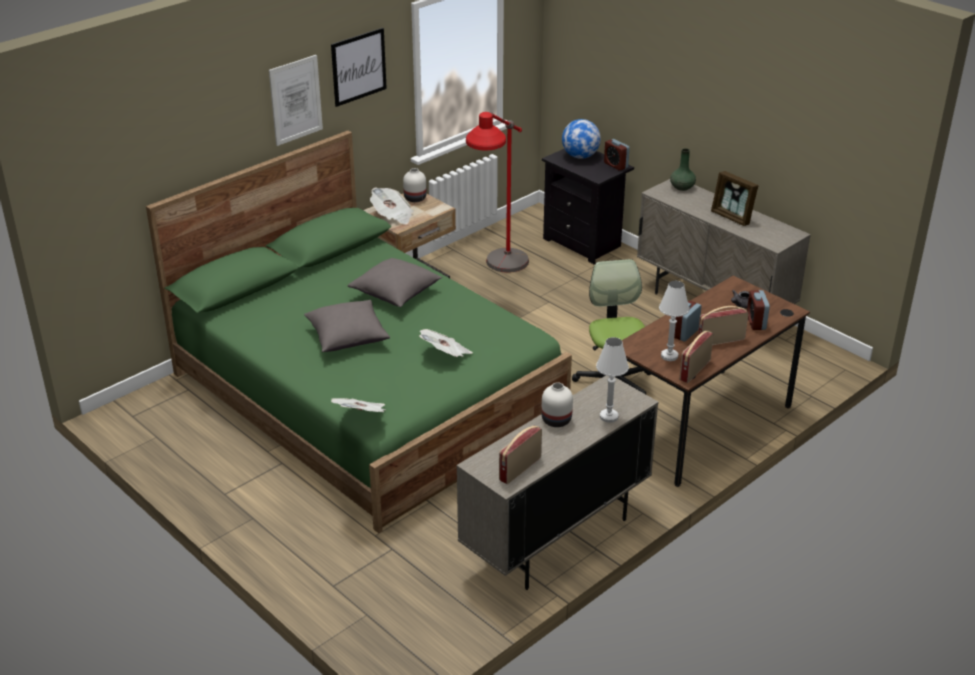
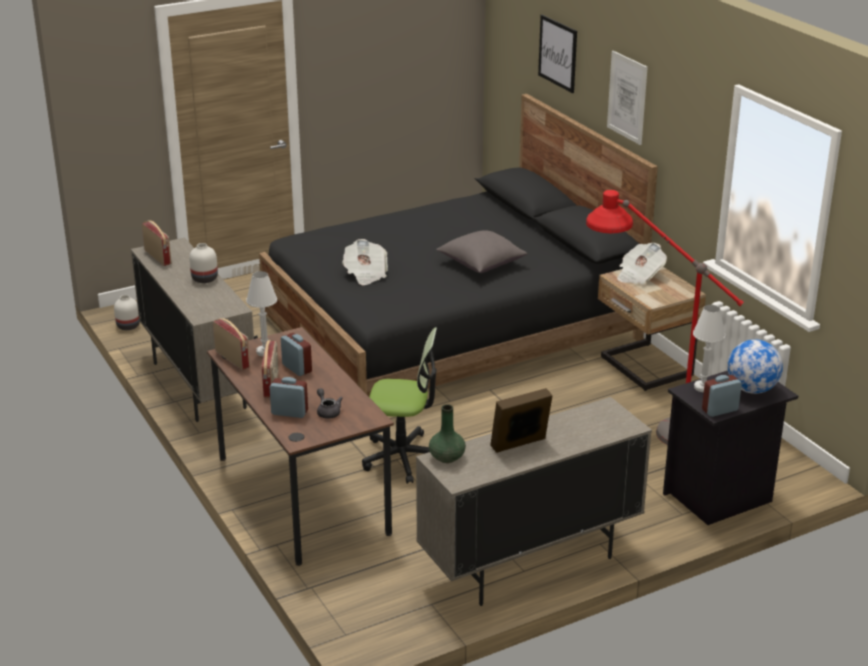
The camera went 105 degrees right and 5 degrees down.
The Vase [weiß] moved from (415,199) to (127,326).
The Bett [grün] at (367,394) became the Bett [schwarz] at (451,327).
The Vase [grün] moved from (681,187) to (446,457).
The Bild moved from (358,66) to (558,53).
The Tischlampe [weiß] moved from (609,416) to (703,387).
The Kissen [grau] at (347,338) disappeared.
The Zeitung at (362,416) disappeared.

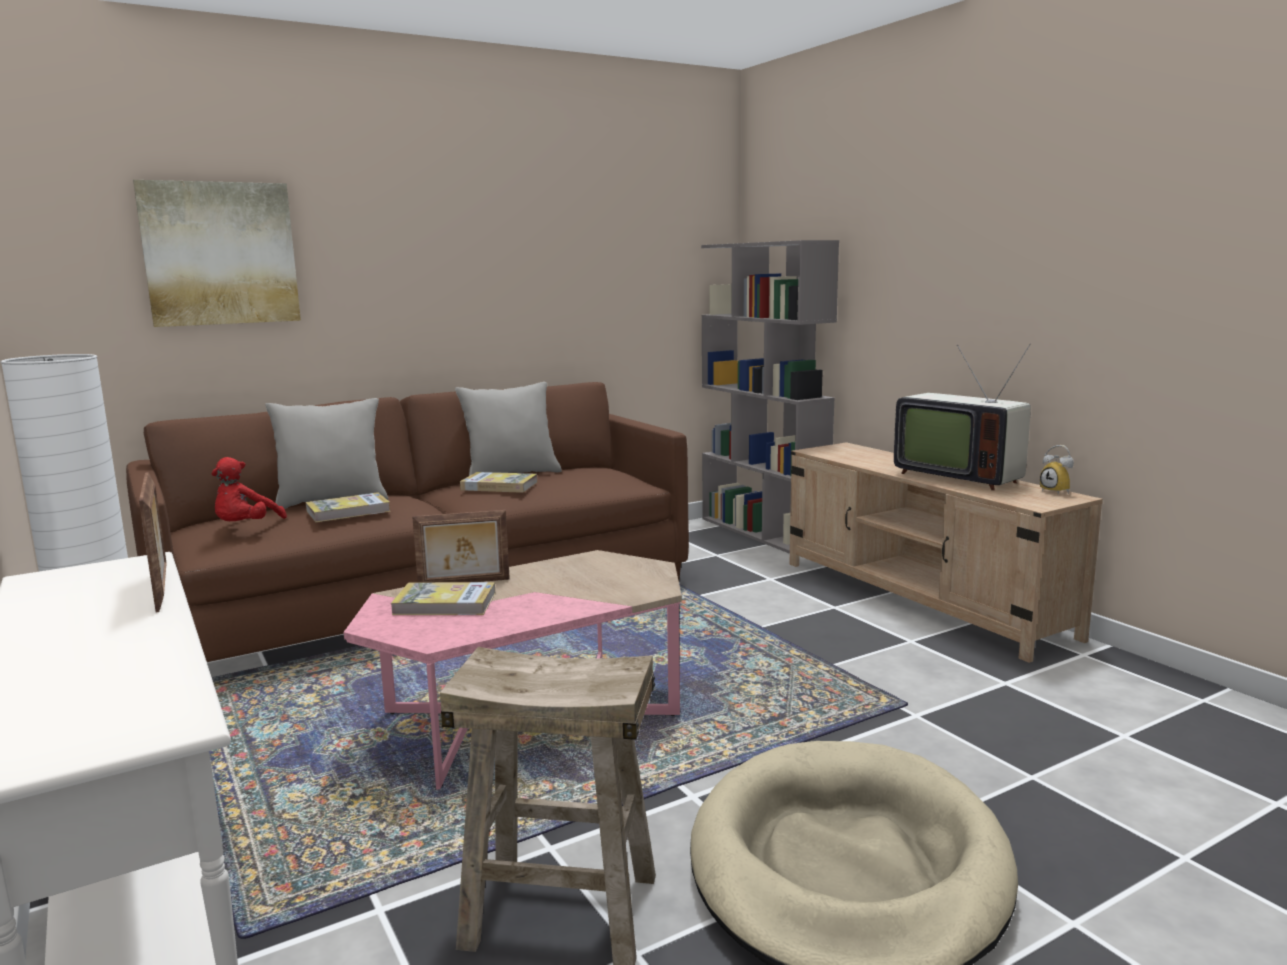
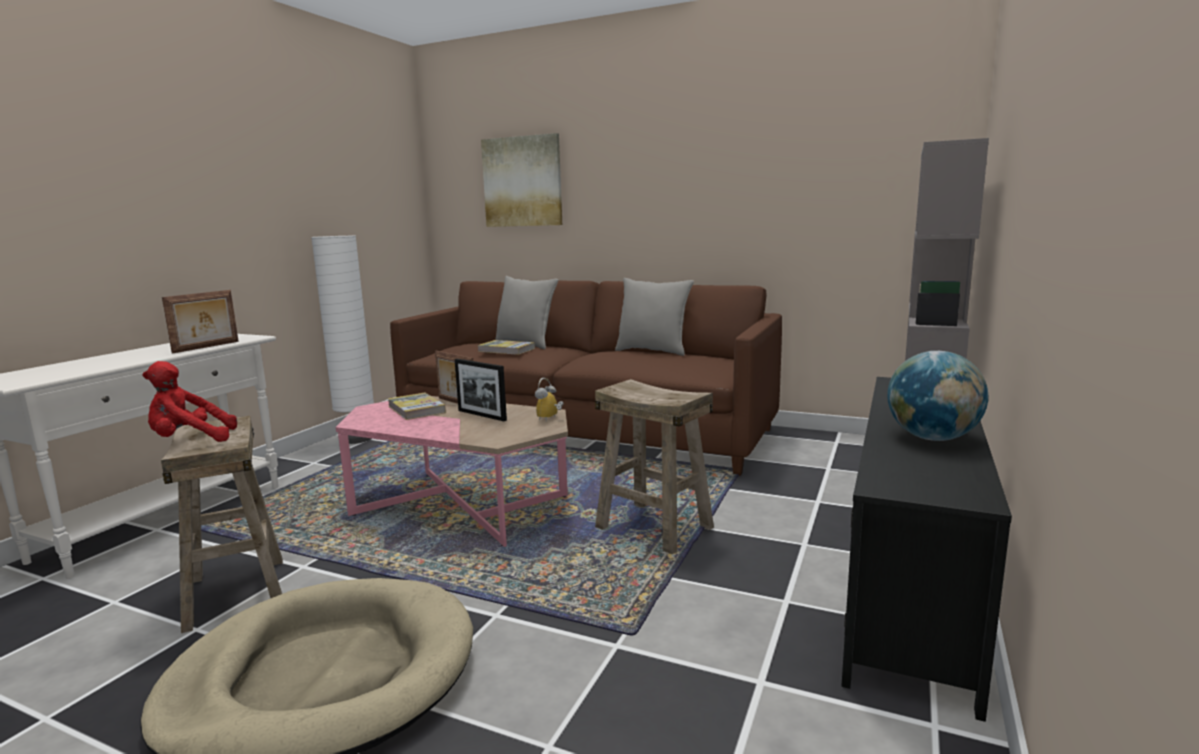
The camera went 55 degrees right and 0 degrees up.
The Plüschtier [rot] moved from (246,527) to (189,441).
The Bilderrahmen at (482,415) appeared.
The Wecker moved from (1058,491) to (550,419).
The Hocker [beige] at (655,527) appeared.
The Fernsehschrank [beige] at (921,599) became the Fernsehschrank [schwarz] at (910,579).
The Fernseher at (958,476) was replaced by the Globus at (932,438).
The Buch at (499,486) disappeared.

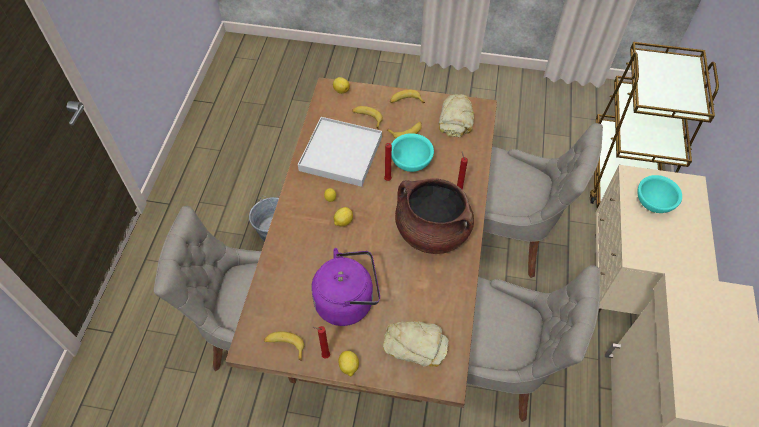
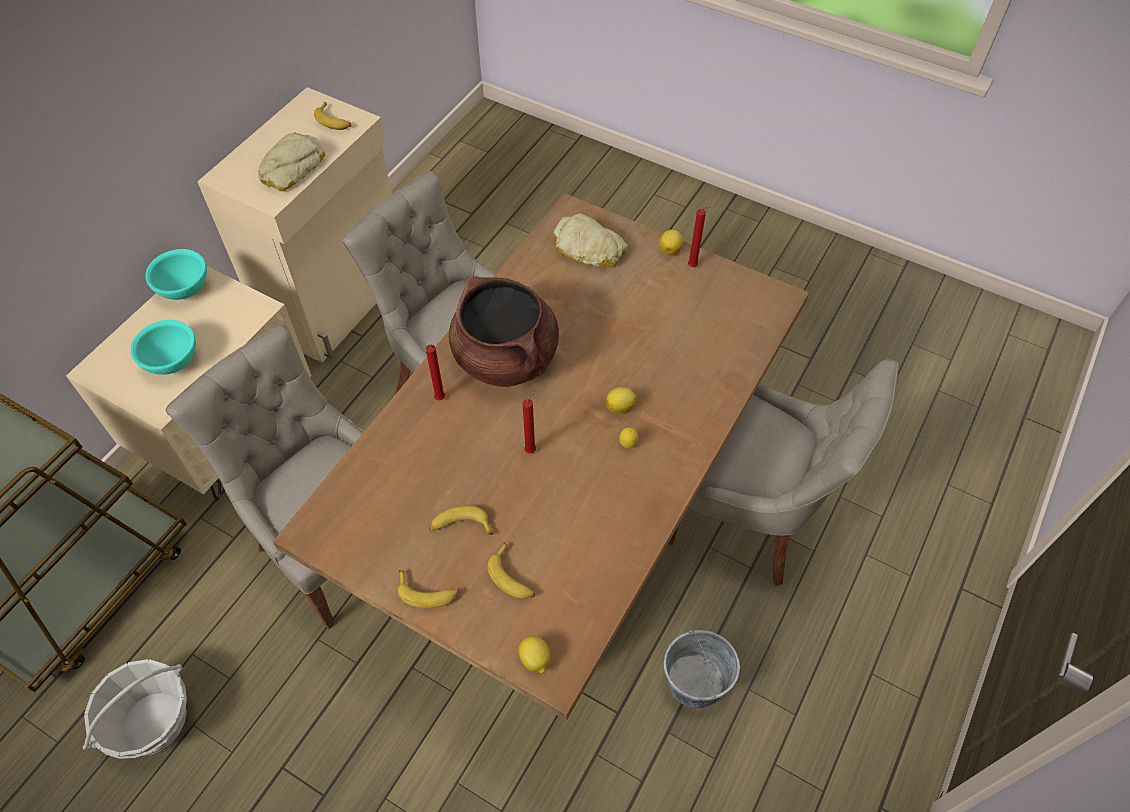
The camera went 160 degrees left and 0 degrees up.
The Korb at (154,722) appeared.
The Schüssel [türkis] moved from (411,163) to (184,288).
The Brot moved from (456,119) to (291,168).
The Banane moved from (285,346) to (334,121).
The Tablett [weiß] at (341,153) disappeared.
The Wasserkessel [lila] at (348,301) disappeared.

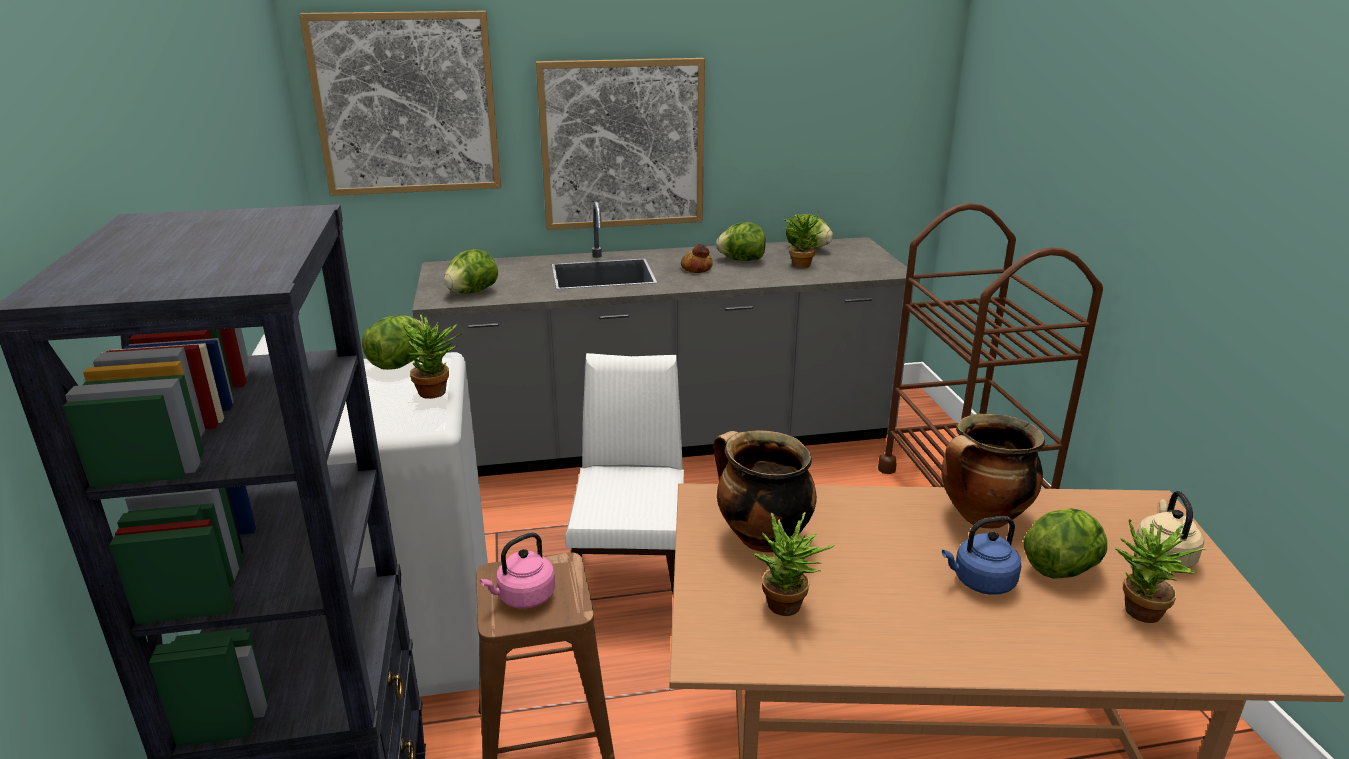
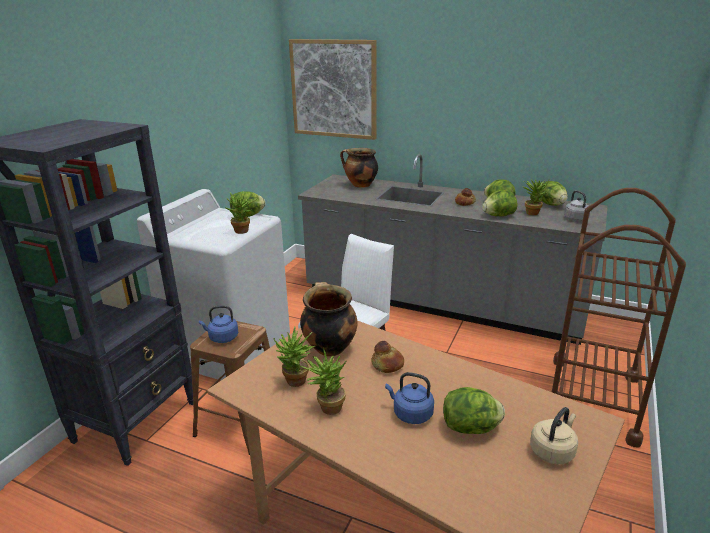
The camera went 35 degrees right and 0 degrees up.
The Wasserkessel [rosa] at (523,597) became the Wasserkessel [blau] at (222,338).
The Topfpflanze moved from (1138,614) to (327,408).
The Kochtopf moved from (982,518) to (360,185).
The Brot at (387,365) appeared.
The Salatkopf moved from (472,292) to (498,216).
The Wasserkessel [grau] at (577,219) appeared.
The Bild at (622,144) disappeared.

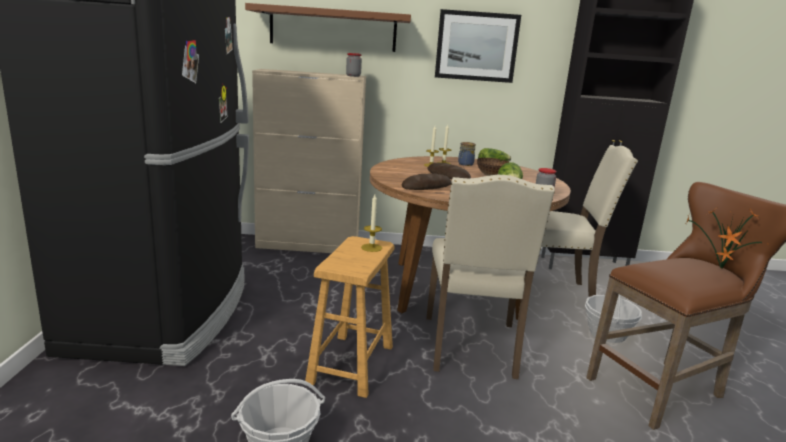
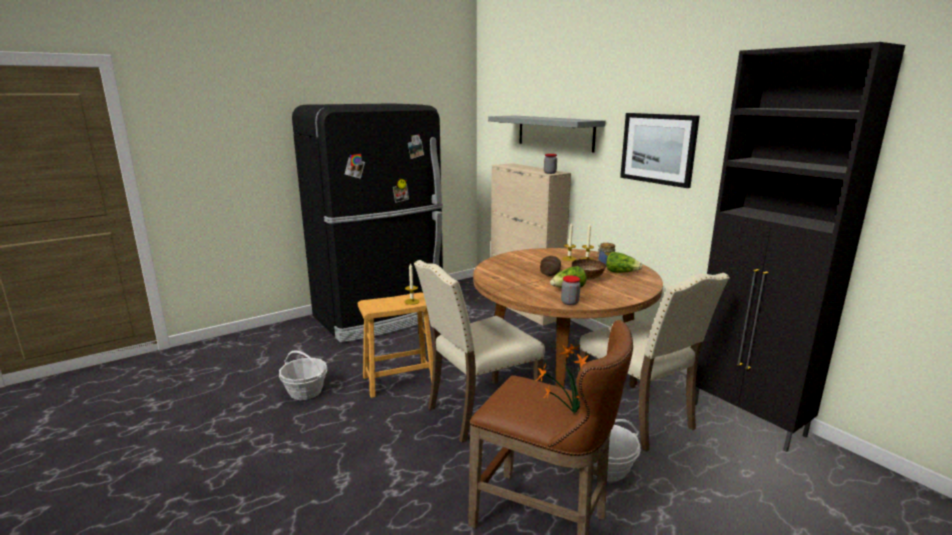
The camera went 55 degrees right and 0 degrees up.
The Wandregal [braun] at (333,29) became the Wandregal [grau] at (555,132).
The Brot at (426,187) disappeared.

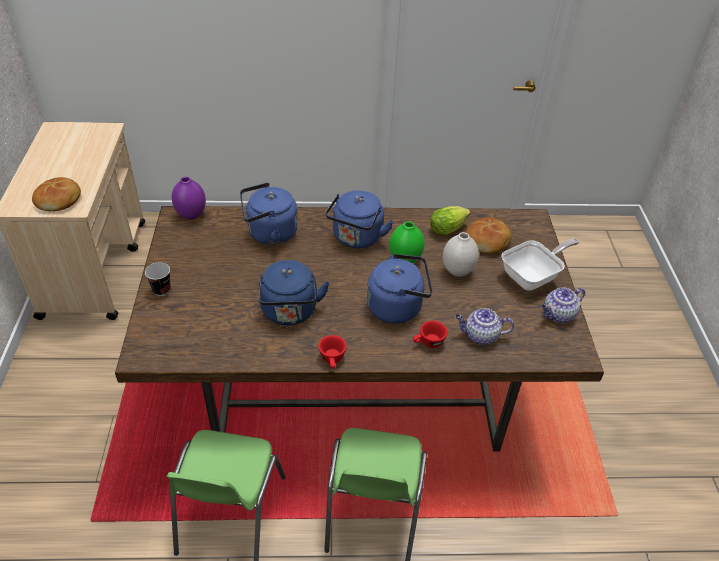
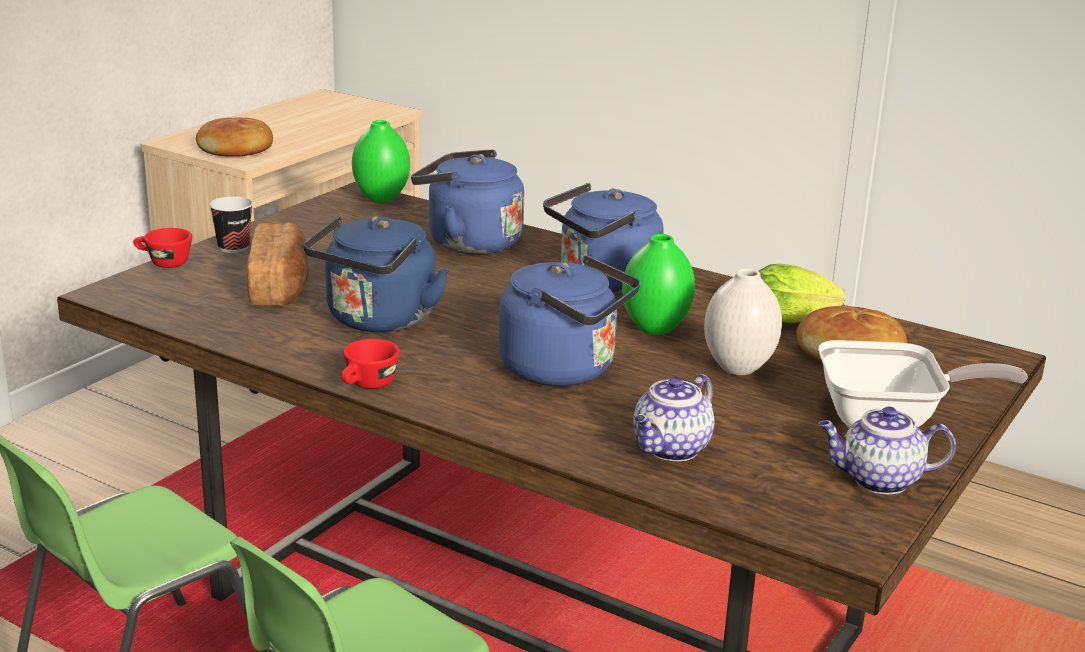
The camera went 35 degrees right and 20 degrees down.
The Tasse [rot] moved from (428,343) to (163,263).
The Brot at (280,286) appeared.
The Vase [lila] at (191,215) became the Vase [grün] at (382,198).
The Teekanne at (480,336) turned 90 degrees counterclockwise.

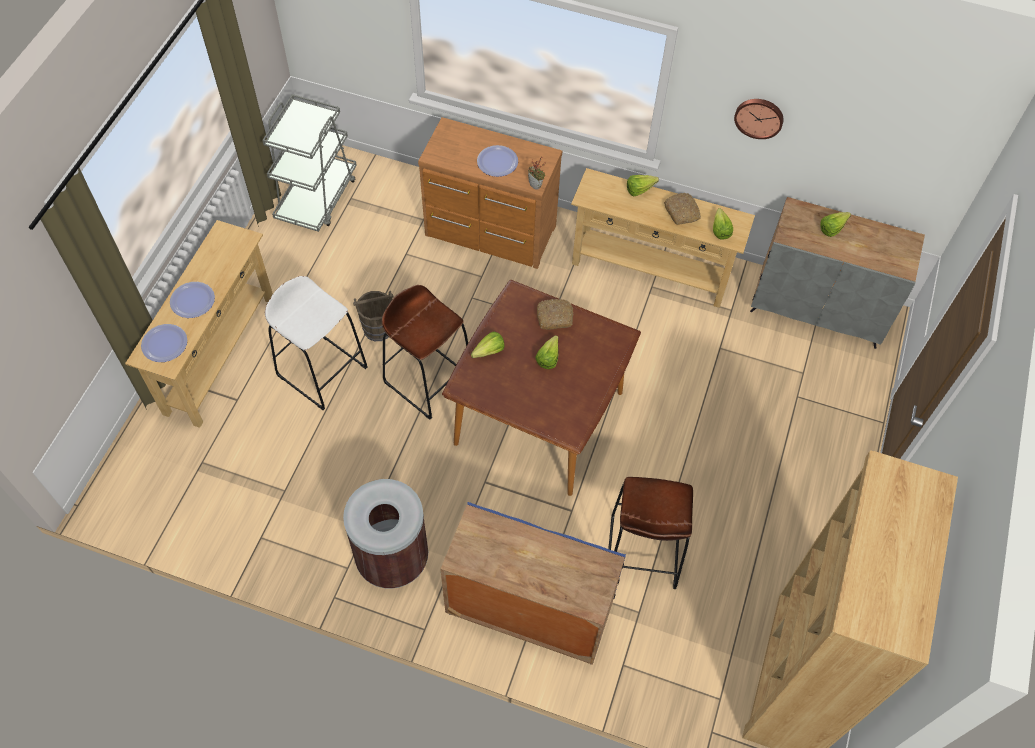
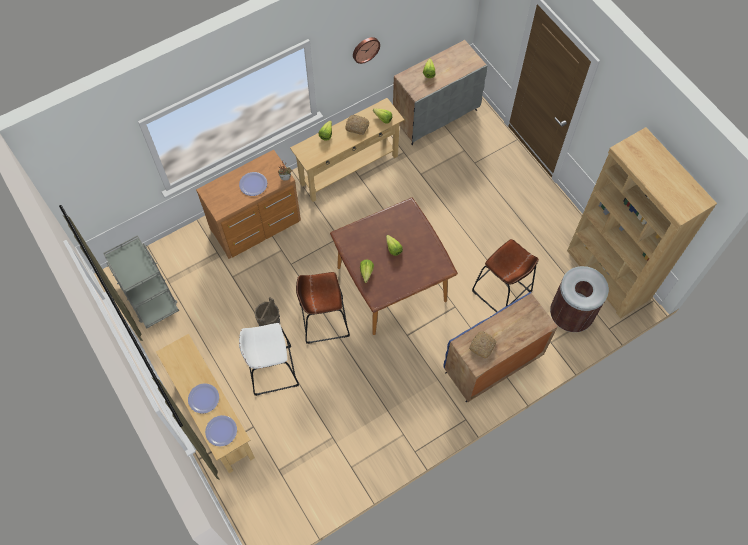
The camera went 50 degrees left and 5 degrees up.
The Brot moved from (555,317) to (482,345).
The Mülleimer [braun] moved from (393,558) to (570,315).

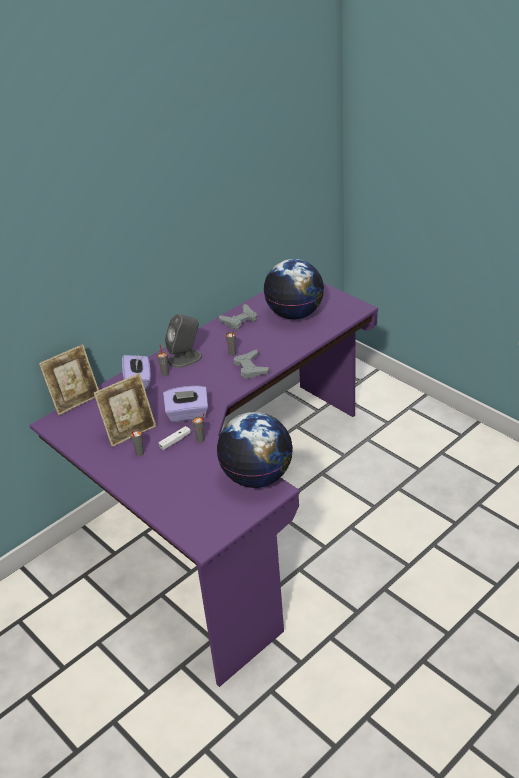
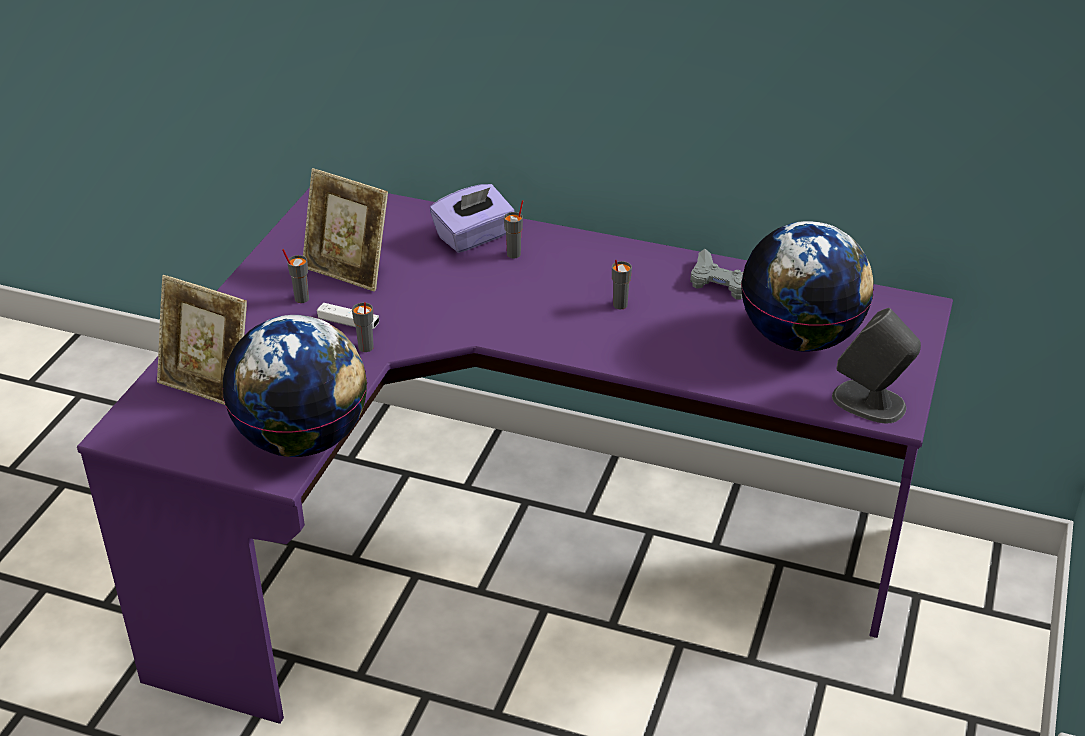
The camera went 60 degrees right and 0 degrees up.
The Bilderrahmen moved from (75,401) to (208,385).
The Lautsprecher [grau] moved from (185,358) to (870,402).
The Taschentuchbox [lila] at (187,414) disappeared.
The Gamepad [grau] at (250,368) disappeared.

